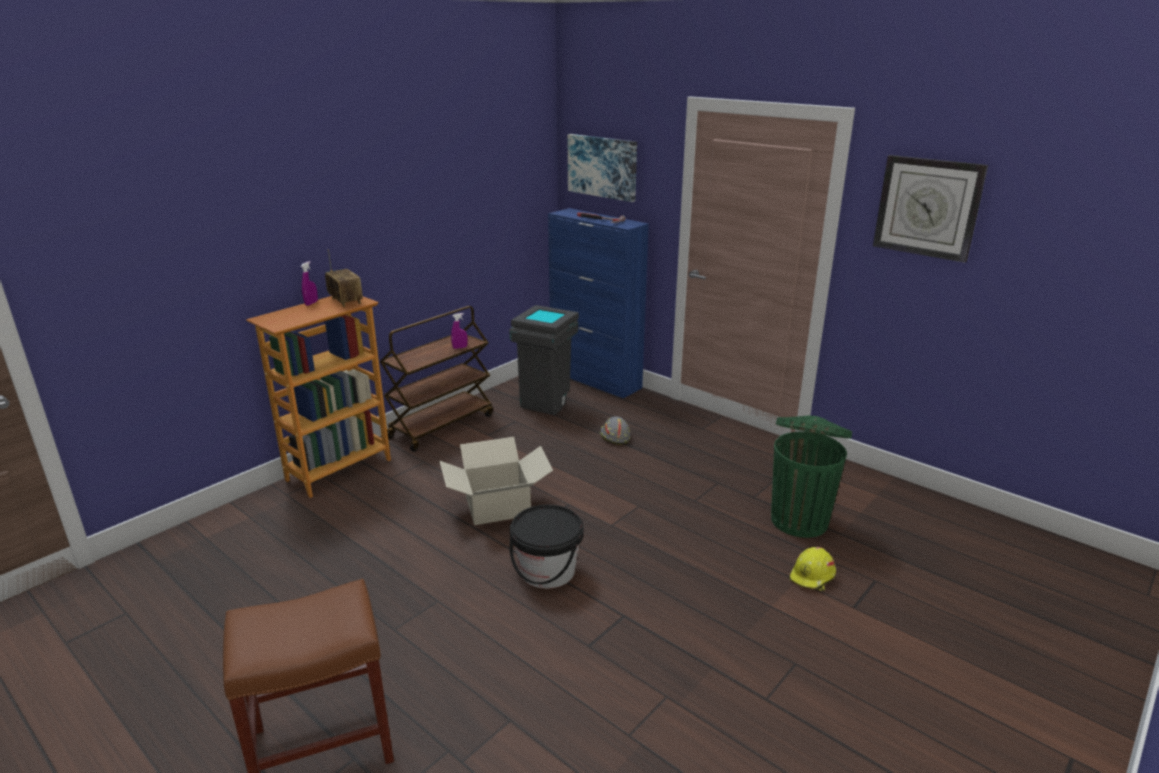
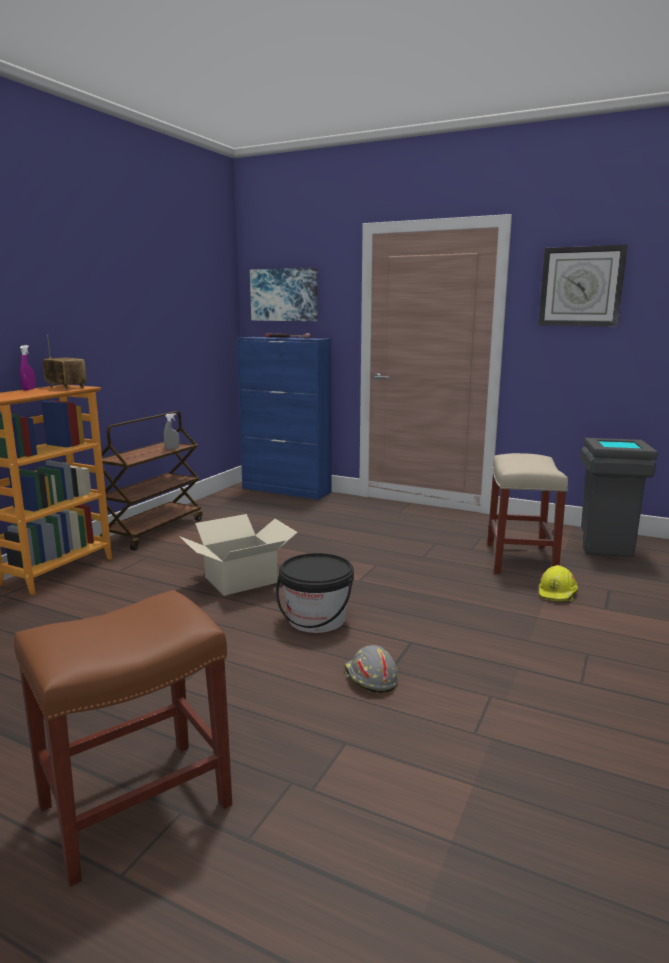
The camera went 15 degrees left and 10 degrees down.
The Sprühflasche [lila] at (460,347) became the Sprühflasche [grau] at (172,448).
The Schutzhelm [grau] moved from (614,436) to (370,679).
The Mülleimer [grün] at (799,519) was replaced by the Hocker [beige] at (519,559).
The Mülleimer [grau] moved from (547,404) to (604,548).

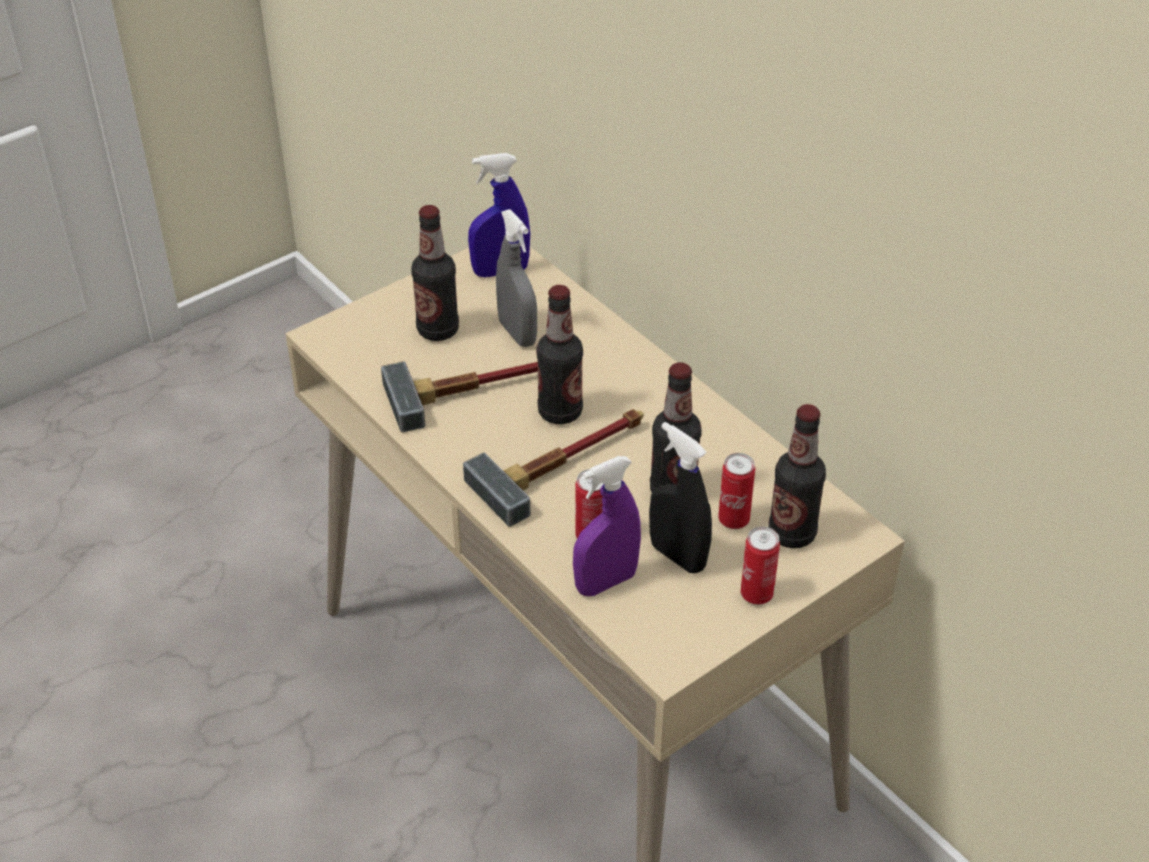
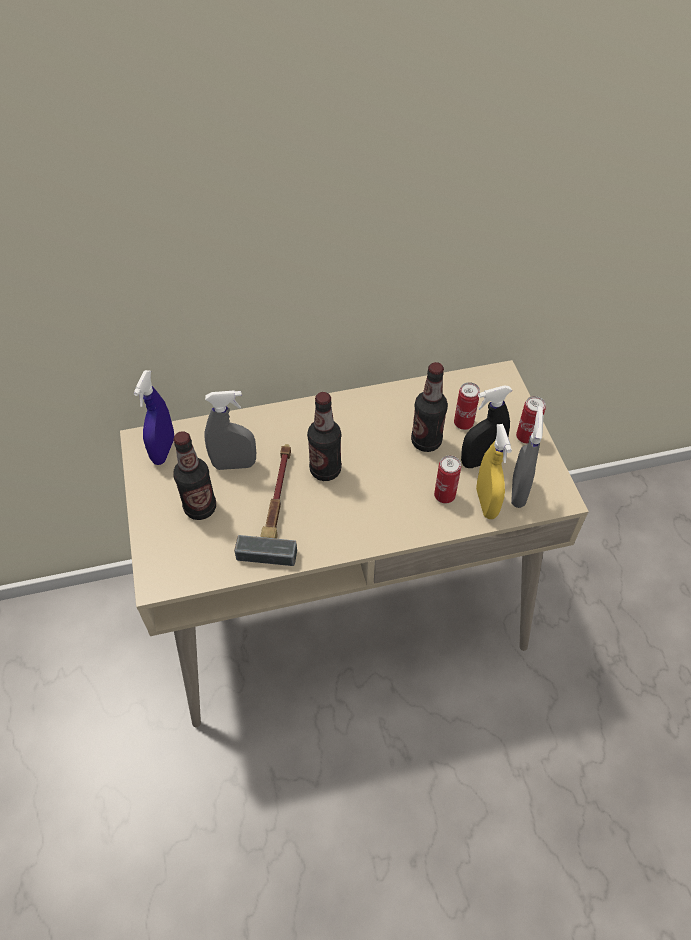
The camera went 65 degrees left and 10 degrees up.
The Sprühflasche [lila] at (606,582) became the Sprühflasche [gelb] at (486,503).
The Sprühflasche [grau] at (518,492) appeared.
The Hammer at (565,462) disappeared.
The Flasche at (792,533) disappeared.

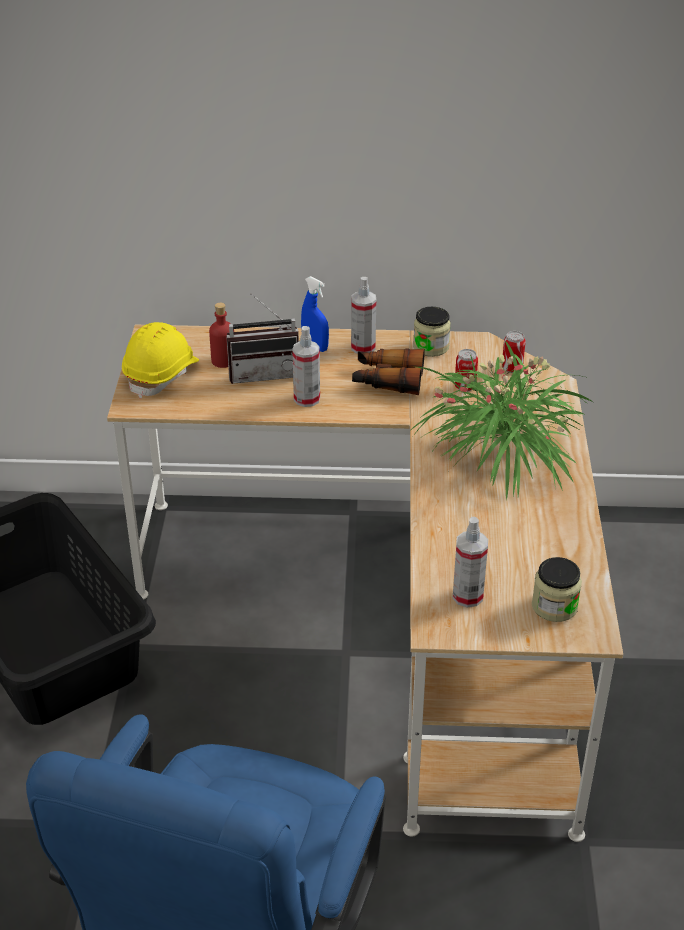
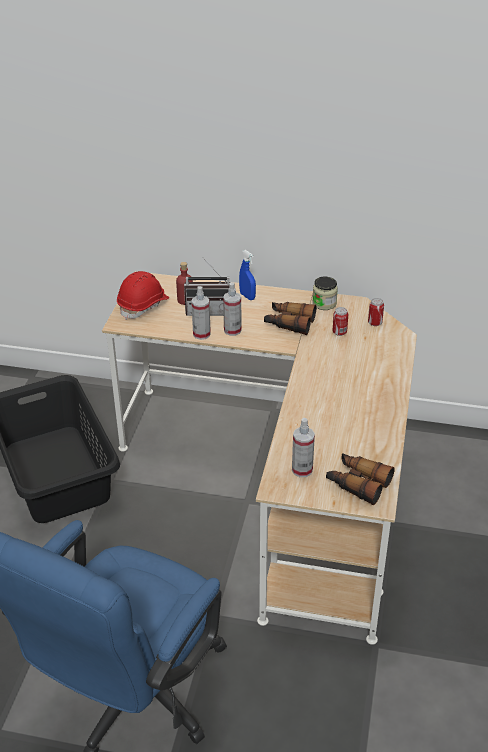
The camera went 10 degrees right and 0 degrees up.
The Schutzhelm [gelb] at (162,374) became the Schutzhelm [rot] at (143,305).
The Sprühflasche moved from (363,347) to (201,334).
The Vorratsglas at (554,606) was replaced by the Fernglas at (357,483).
The Topfpflanze at (502,454) disappeared.

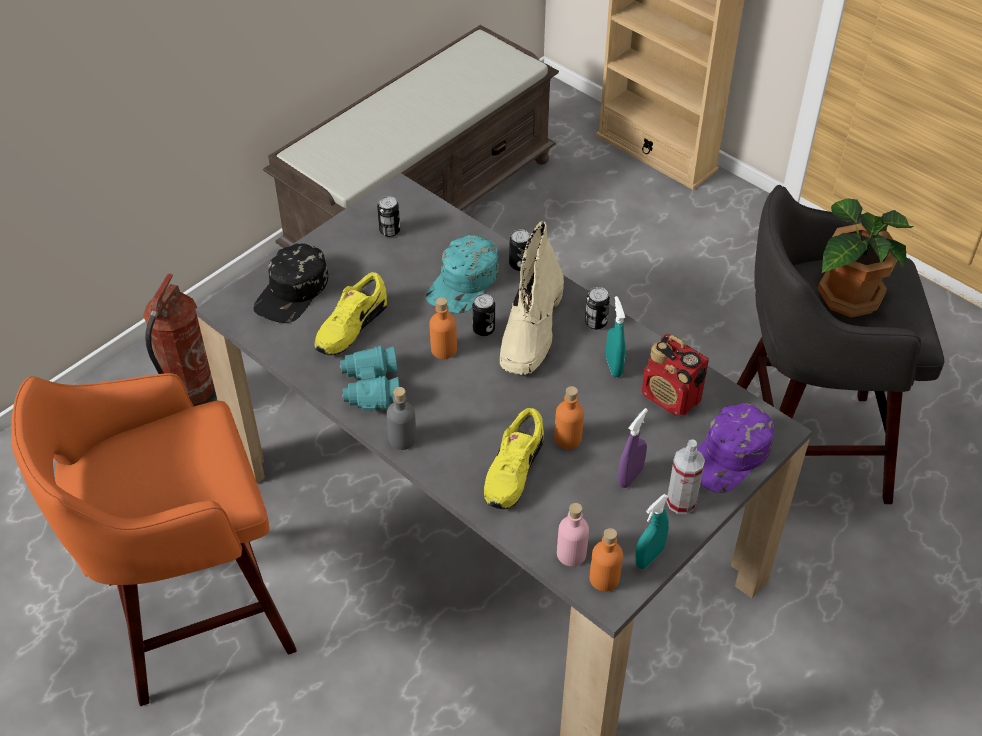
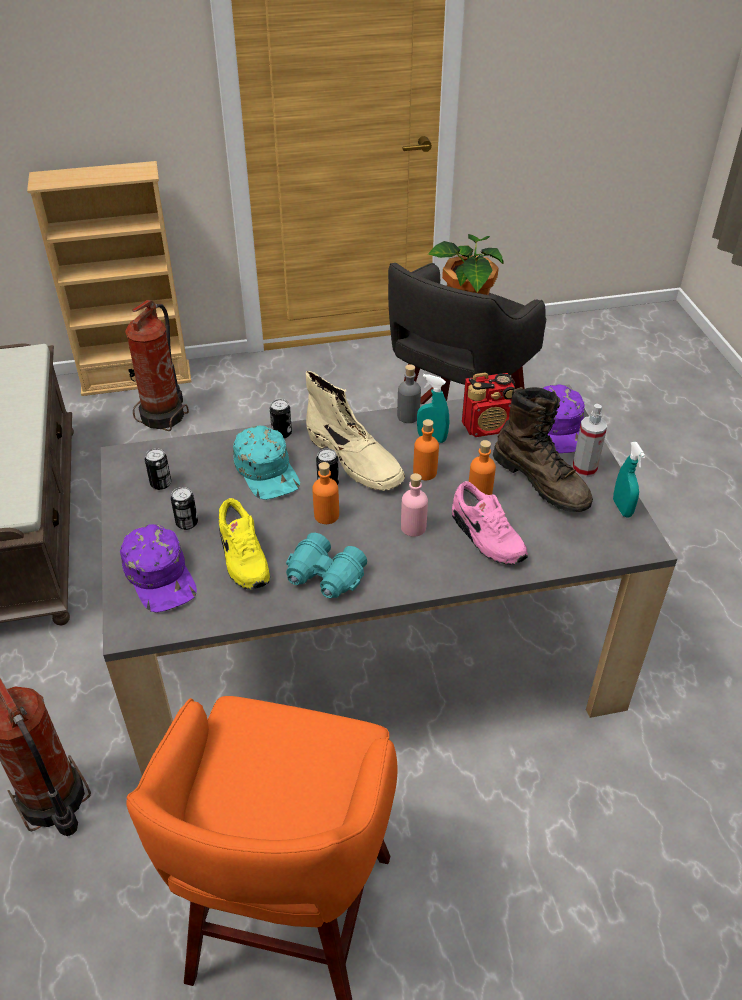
The camera went 55 degrees left and 5 degrees down.
The Kappe [schwarz] at (293,291) became the Kappe [lila] at (160,576).
The Feuerlöscher at (164,415) appeared.
The Dose moved from (596,322) to (187,523).
The Flasche [grau] moved from (402,439) to (408,416).
The Flasche [rosa] moved from (571,554) to (413,527).
The Flasche [orange] moved from (604,579) to (425,472).
The Schuh [gelb] at (512,470) became the Schuh [rosa] at (486,537).
The Sprühflasche [lila] at (630,476) was replaced by the Stiefel [braun] at (542,481).

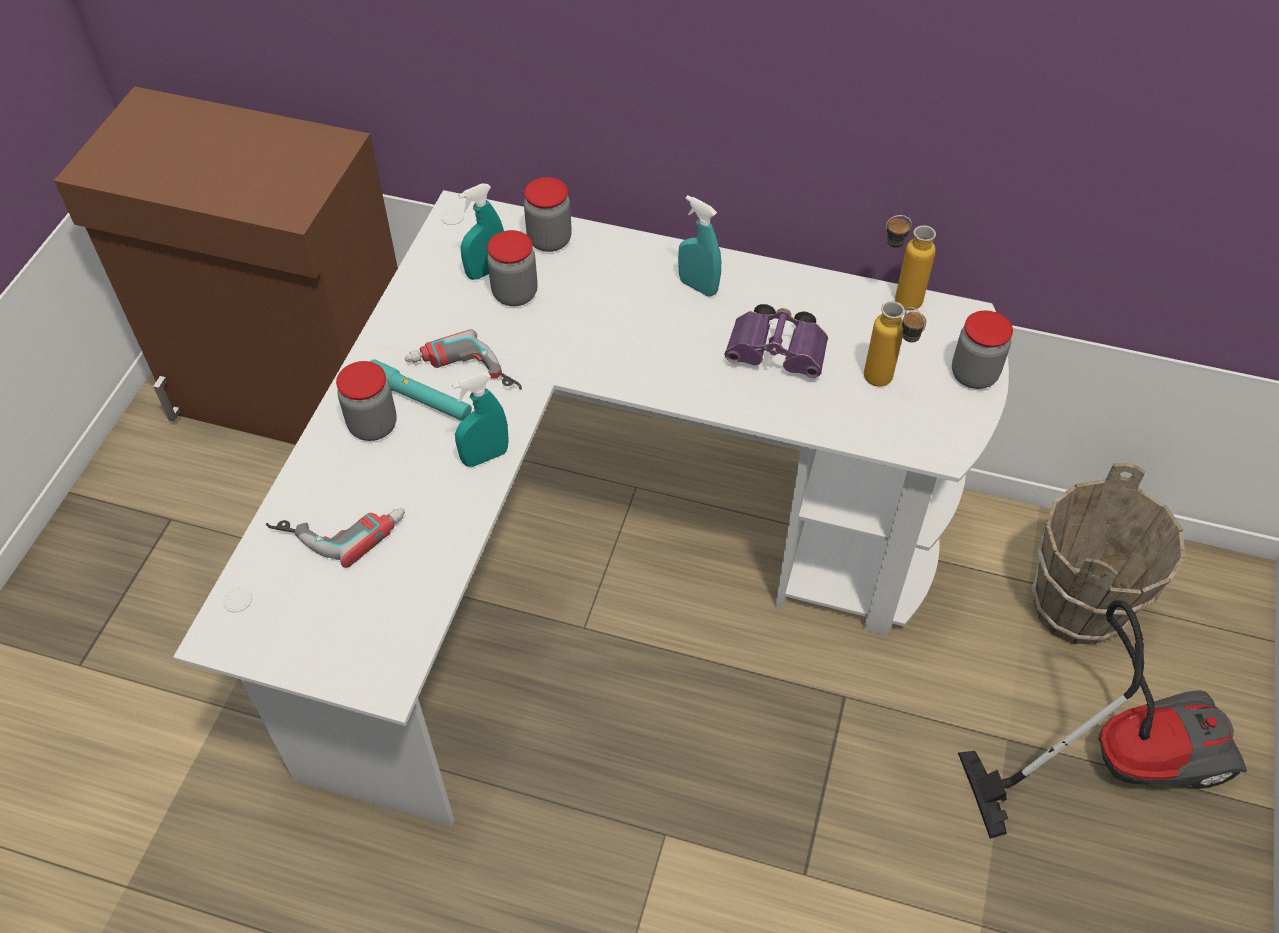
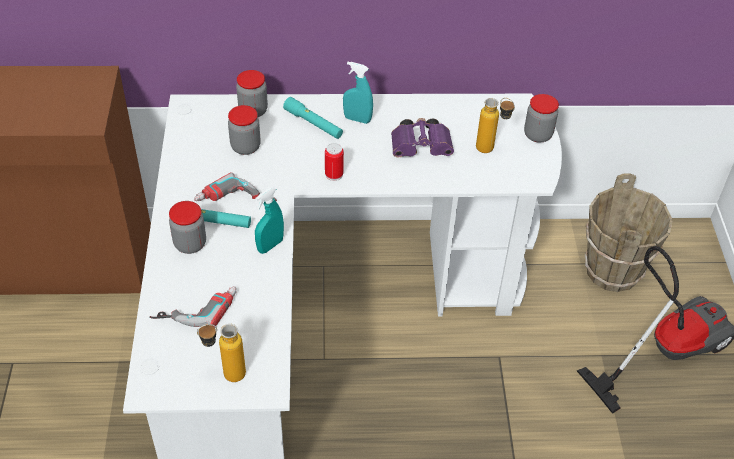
The camera went 20 degrees left and 5 degrees down.
The Flasche moved from (896,301) to (225,376).
The Taschenlampe [türkis] at (313,123) appeared.
The Dose at (334,174) appeared.
The Sprühflasche [türkis] at (486,271) disappeared.

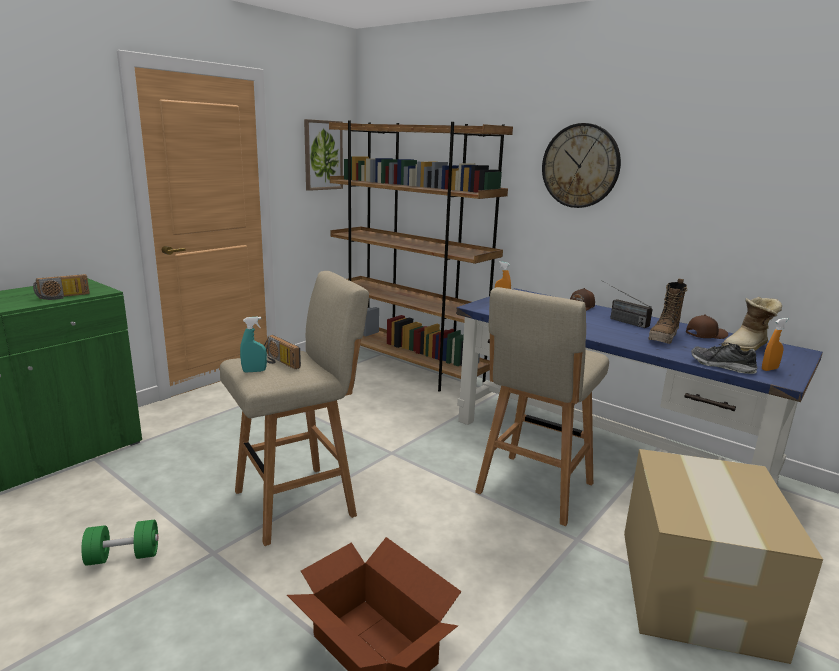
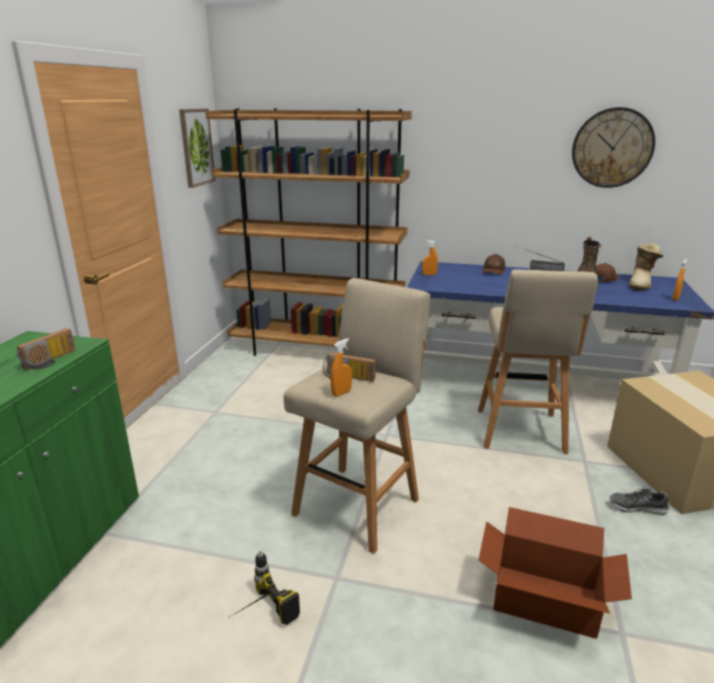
The camera went 25 degrees left and 5 degrees up.
The Hantel [grün] at (123,556) was replaced by the Bohrmaschine at (257,616).
The Sprühflasche [türkis] at (254,371) became the Sprühflasche [orange] at (341,393).
The Wanduhr moved from (580,166) to (612,148).
The Schuh moved from (722,366) to (637,508).

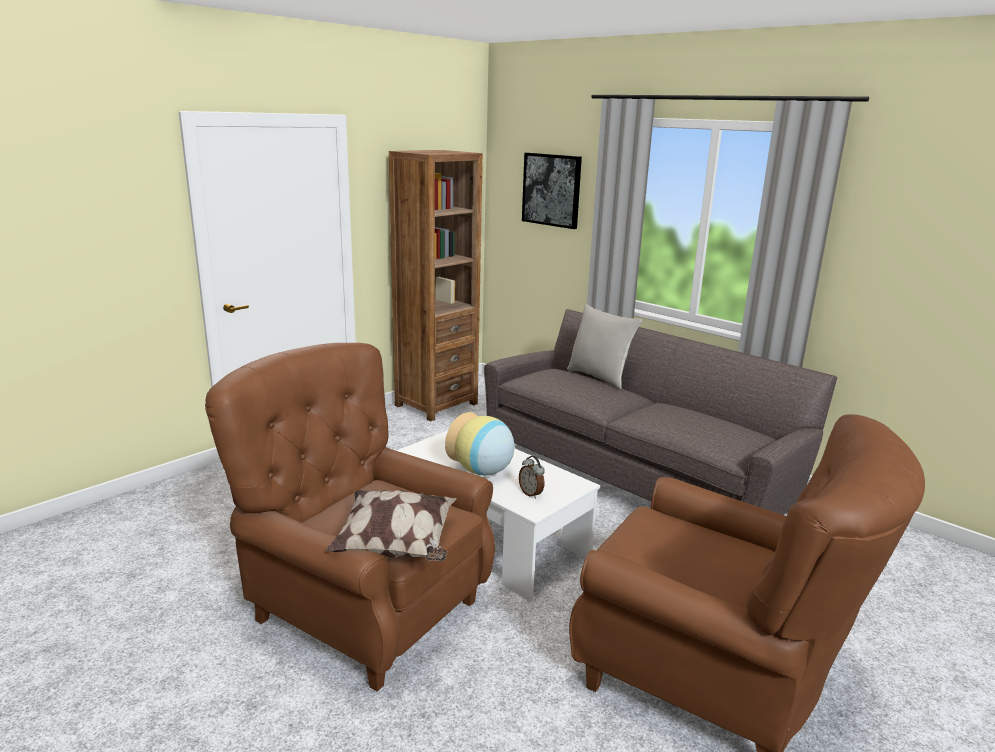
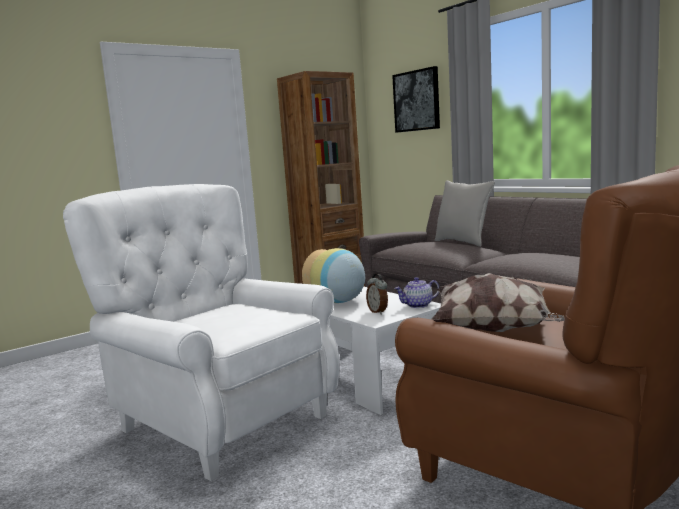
The camera went 10 degrees right and 10 degrees down.
The Sessel [braun] at (360,606) became the Sessel [weiß] at (218,420).
The Teekanne at (418,305) appeared.
The Kissen moved from (396,547) to (494,330).

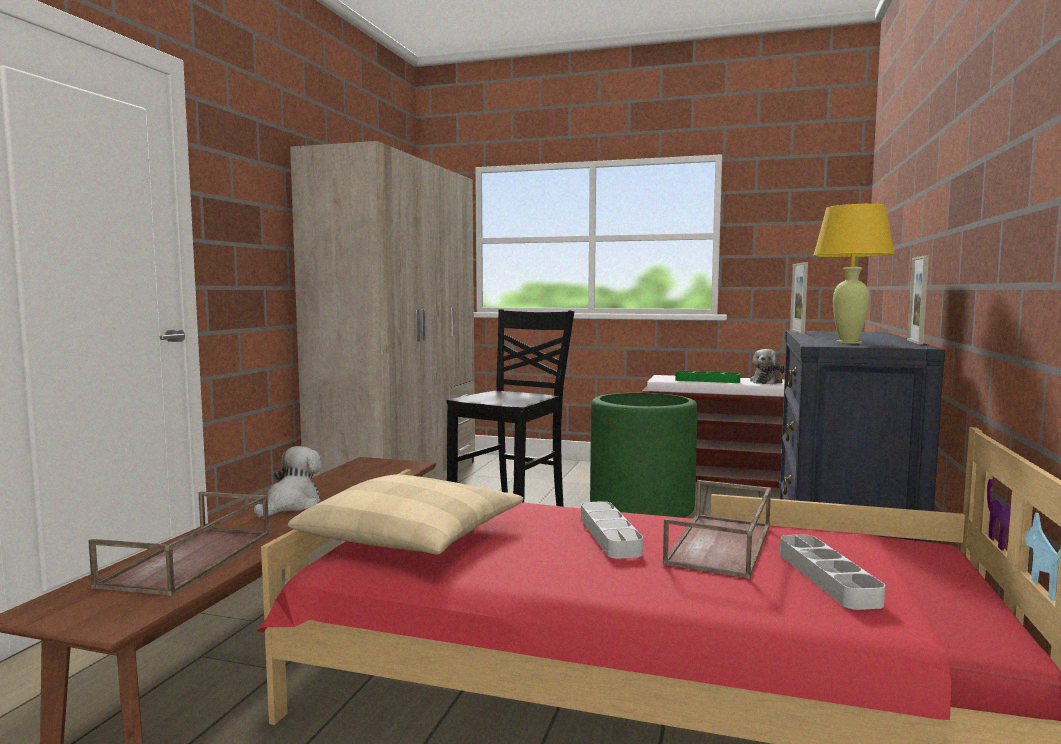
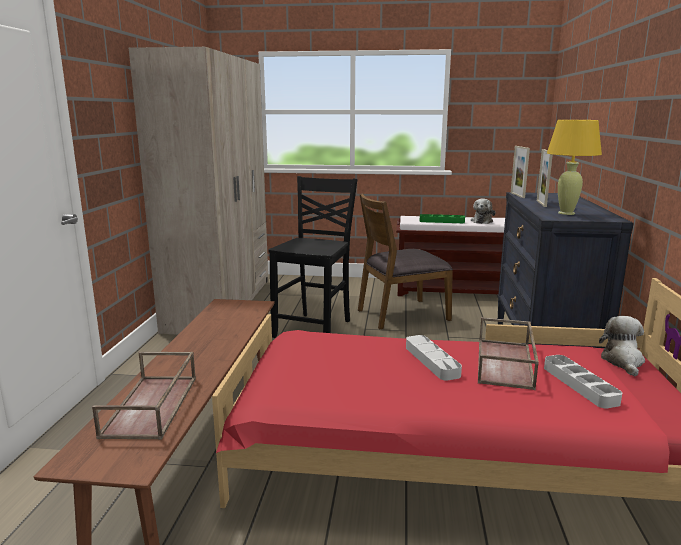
The camera went 10 degrees left and 10 degrees up.
The Pflanzkübel [grün] at (641,507) was replaced by the Stuhl [braun] at (401,314).
The Bilderrahmen moved from (914,342) to (541,203).
The Plüschtier moved from (291,505) to (623,361).
The Kissen [beige] at (412,536) disappeared.

